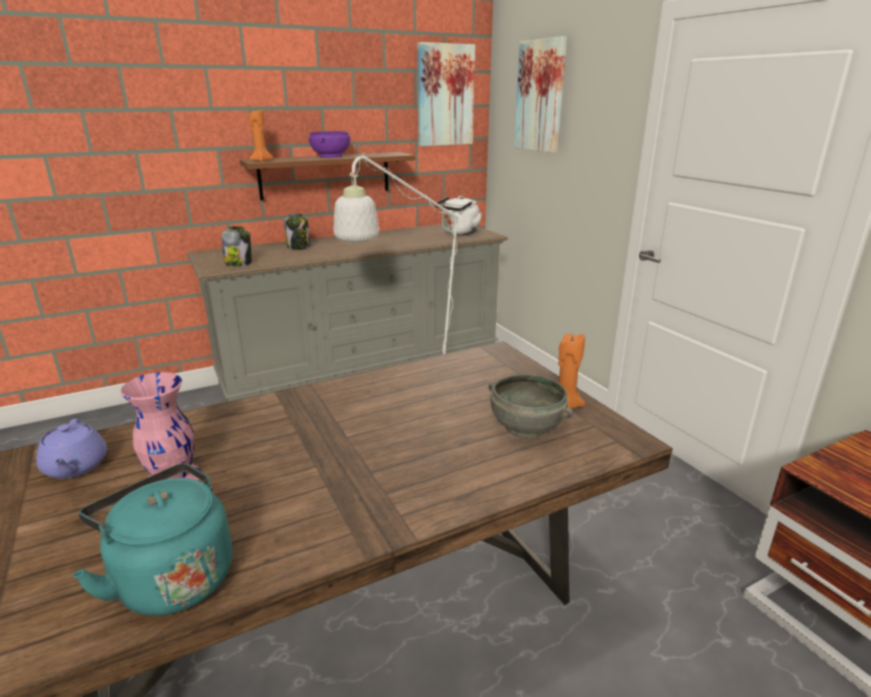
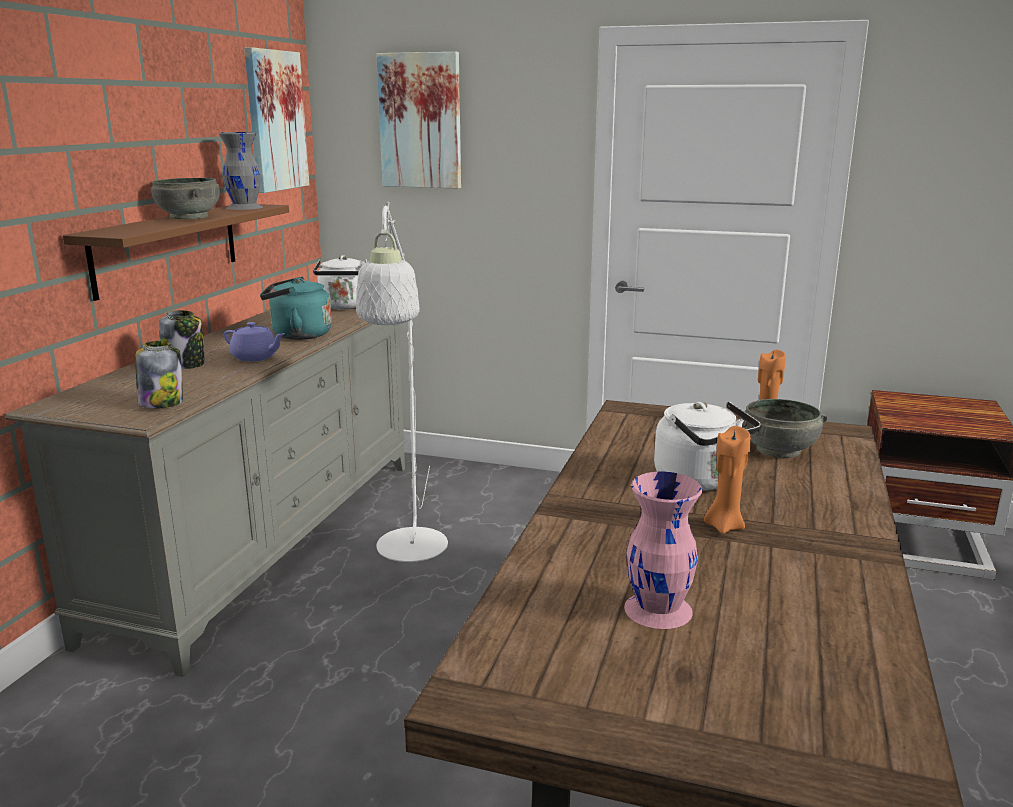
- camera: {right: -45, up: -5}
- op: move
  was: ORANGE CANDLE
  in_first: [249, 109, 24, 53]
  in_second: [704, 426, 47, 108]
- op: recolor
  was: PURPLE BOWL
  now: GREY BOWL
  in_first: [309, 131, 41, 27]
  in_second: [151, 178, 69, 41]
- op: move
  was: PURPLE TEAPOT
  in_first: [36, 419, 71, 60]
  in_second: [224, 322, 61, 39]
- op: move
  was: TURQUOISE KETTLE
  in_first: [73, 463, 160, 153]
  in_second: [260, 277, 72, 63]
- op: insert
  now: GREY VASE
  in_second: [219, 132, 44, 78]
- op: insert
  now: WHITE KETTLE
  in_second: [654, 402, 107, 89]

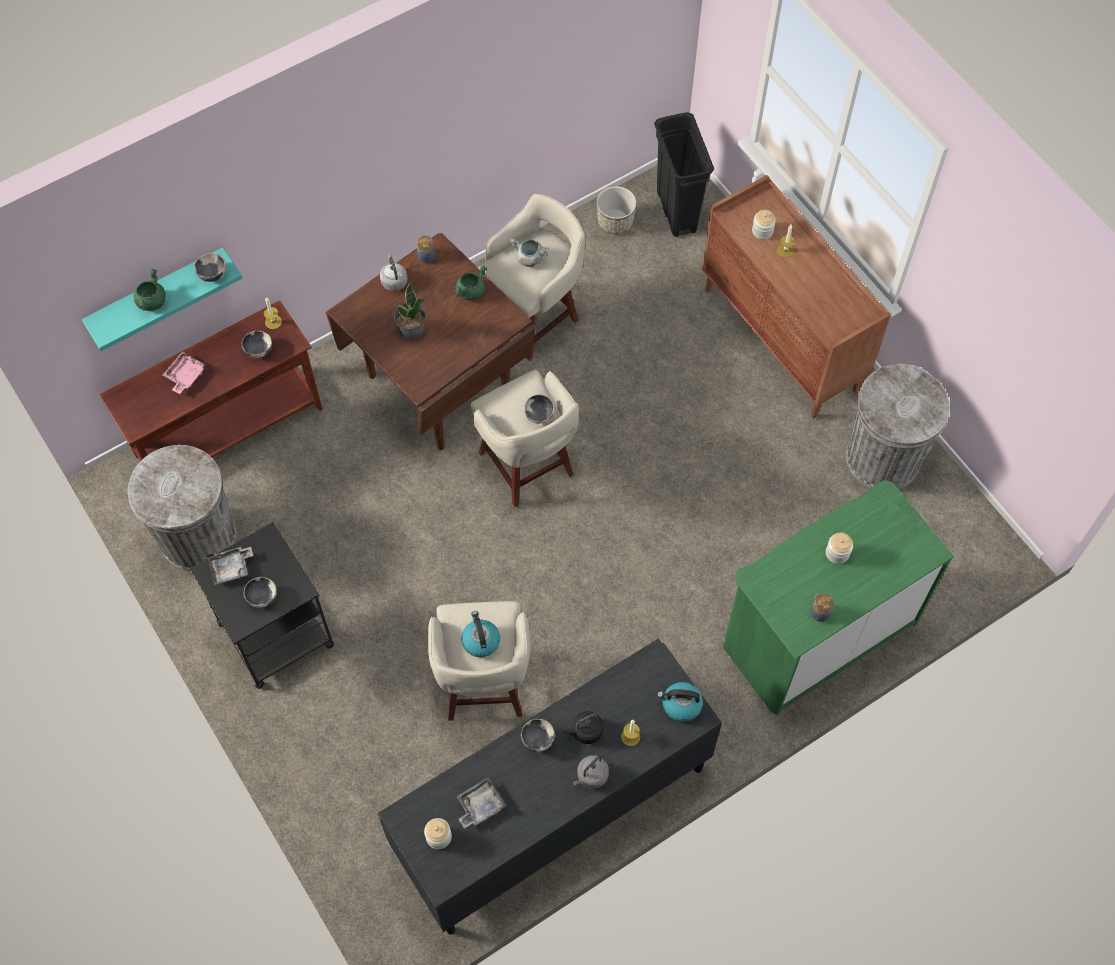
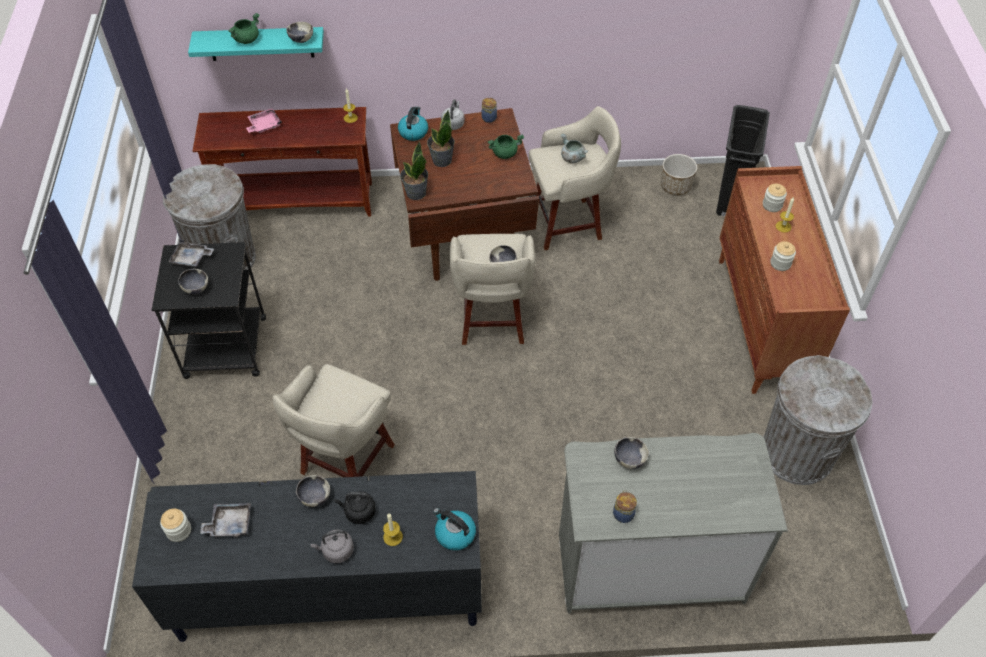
- camera: {right: 30, up: -10}
- op: move
  was: BOWL
  in_first: [242, 331, 30, 27]
  in_second: [614, 437, 35, 32]
- op: recolor
  was: GREEN DRESSER
  now: GREY DRESSER
  in_first: [723, 481, 232, 234]
  in_second: [559, 433, 229, 180]
- op: move
  was: JAR
  in_first: [826, 533, 27, 31]
  in_second: [771, 241, 25, 30]
- op: move
  was: KETTLE
  in_first: [461, 611, 39, 46]
  in_second: [398, 106, 30, 35]
- op: insert
  now: POTTED PLANT
  in_second: [400, 141, 28, 59]

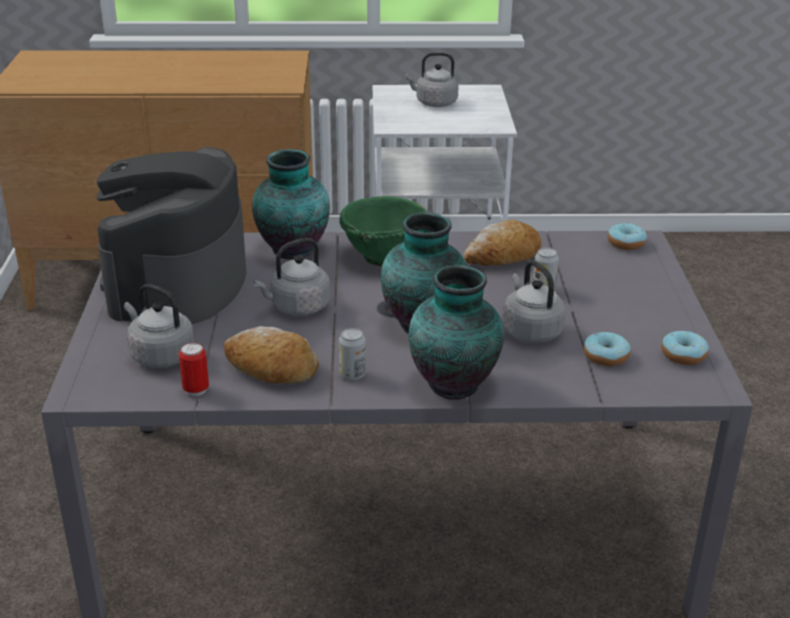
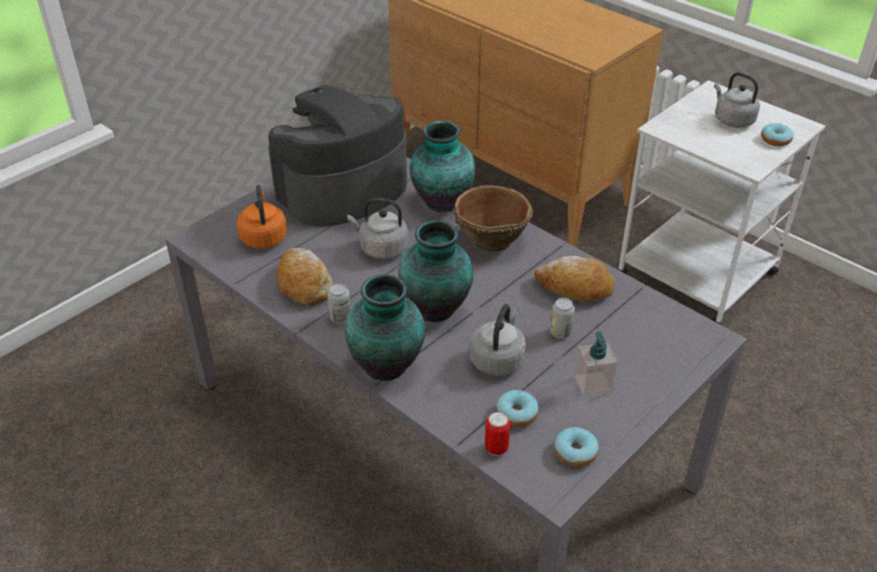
- camera: {right: 45, up: 10}
- op: recolor
  was: GREEN BOWL
  now: BROWN BOWL
  in_first: [339, 196, 88, 70]
  in_second: [453, 185, 80, 67]
- op: move
  was: DONUT
  in_first: [607, 223, 40, 27]
  in_second: [761, 123, 32, 23]
- op: recolor
  was: GREY KETTLE
  now: ORANGE KETTLE
  in_first: [124, 284, 70, 84]
  in_second: [237, 185, 50, 64]
- op: move
  was: CAN
  in_first: [179, 343, 30, 53]
  in_second: [485, 412, 25, 44]
- op: insert
  now: SOAP DISPENSER
  in_second: [574, 332, 43, 65]

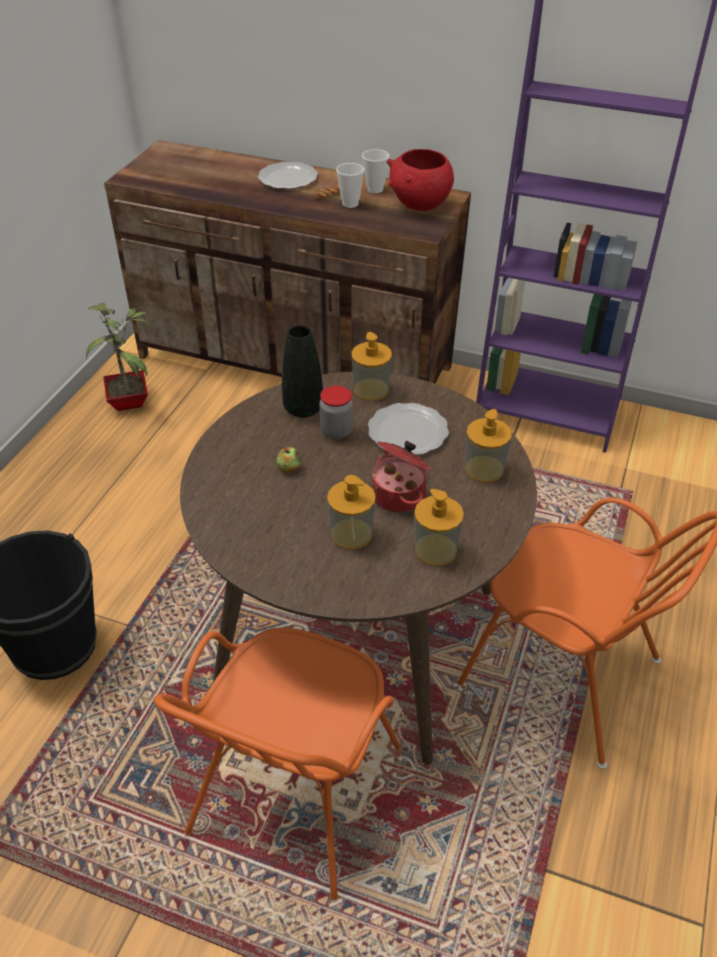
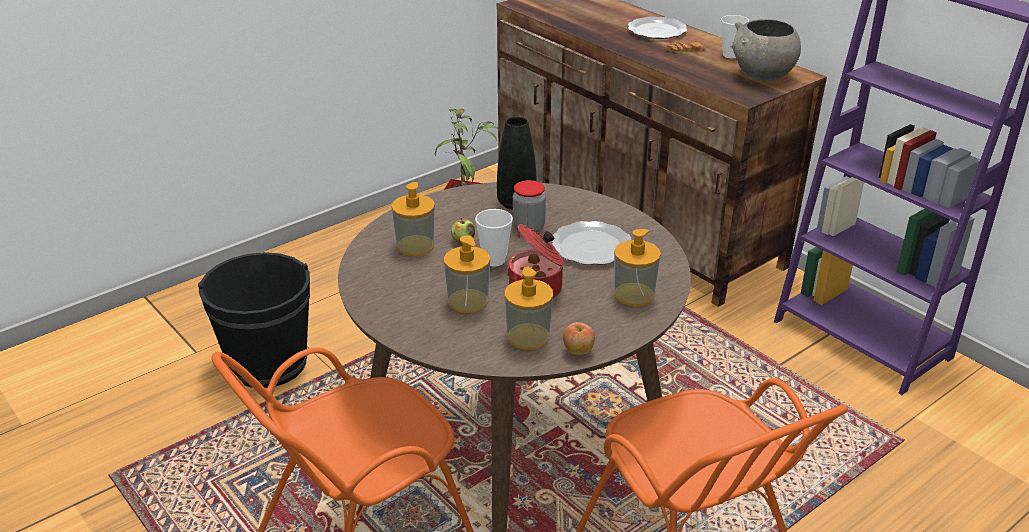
- camera: {right: 30, up: -10}
- op: recolor
  was: RED BOWL
  now: GREY BOWL
  in_first: [386, 149, 68, 62]
  in_second: [730, 19, 71, 62]
- op: move
  was: CUP
  in_first: [336, 163, 28, 45]
  in_second: [475, 209, 38, 57]
- op: move
  was: SOAP DISPENSER
  in_first: [351, 332, 41, 69]
  in_second: [392, 182, 43, 74]
- op: insert
  now: APPLE
  in_second: [563, 322, 32, 33]

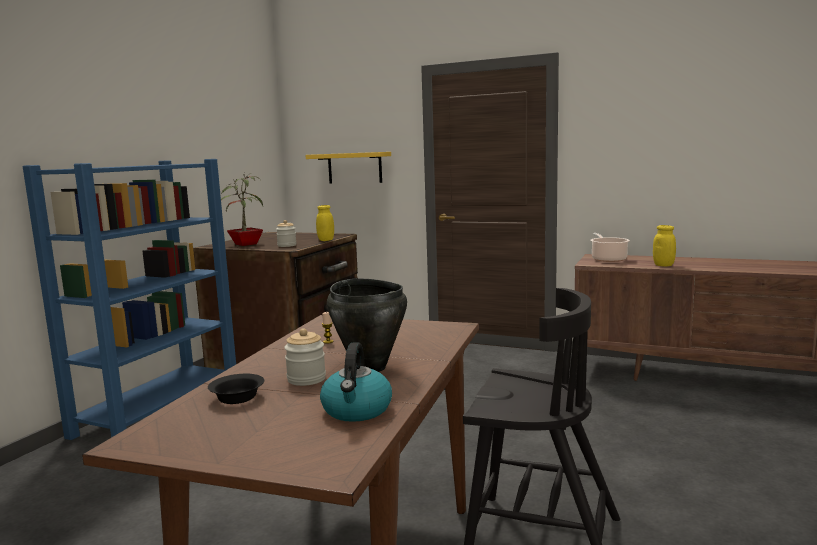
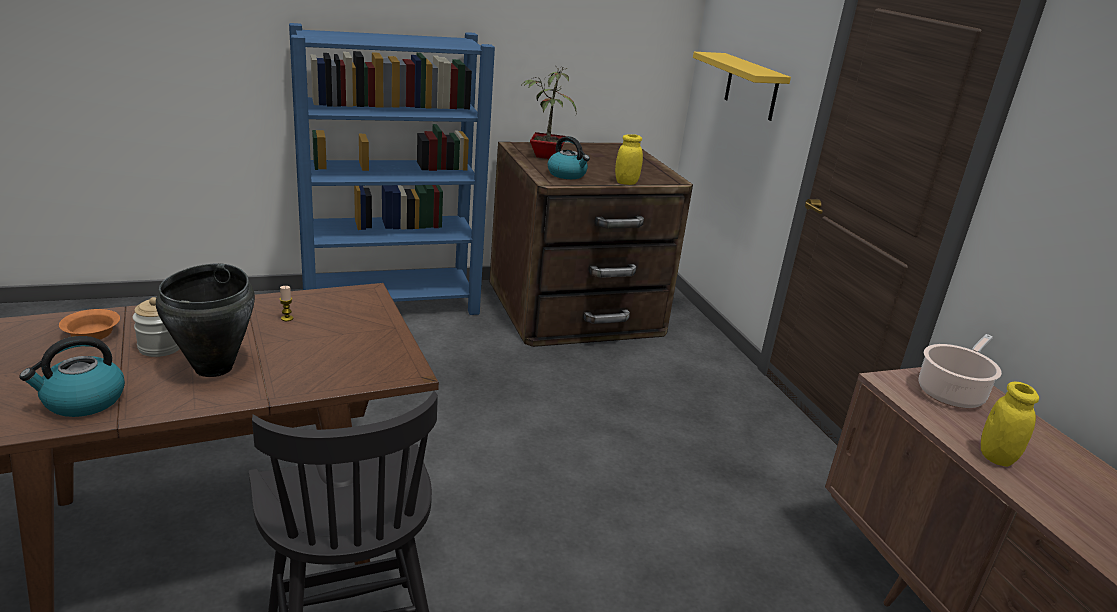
- camera: {right: 45, up: 15}
- op: replace
  was: JAR
  now: KETTLE
  in_first: [276, 220, 20, 27]
  in_second: [548, 136, 42, 43]
- op: recolor
  was: BLACK BOWL
  now: ORANGE BOWL
  in_first: [208, 374, 56, 30]
  in_second: [59, 309, 61, 31]

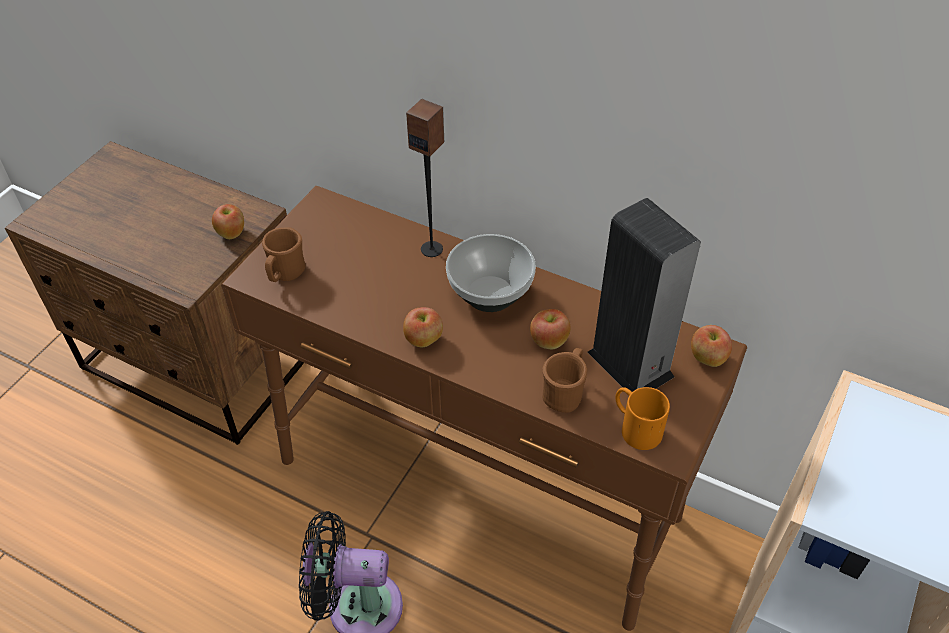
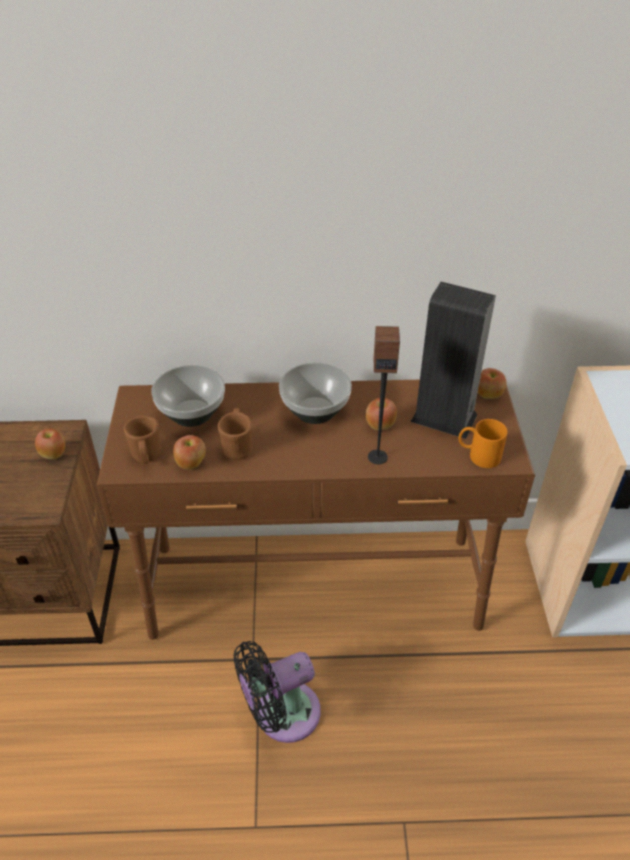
- camera: {right: -30, up: -5}
- op: move
  was: SPEAKER
  in_first: [406, 99, 38, 158]
  in_second: [368, 326, 32, 138]
- op: move
  was: APPLE
  in_first: [403, 307, 40, 40]
  in_second: [173, 435, 33, 35]
- op: move
  was: BROWN MUG
  in_first: [543, 348, 44, 65]
  in_second: [218, 408, 34, 52]
- op: insert
  now: BOWL
  in_second: [151, 365, 74, 62]

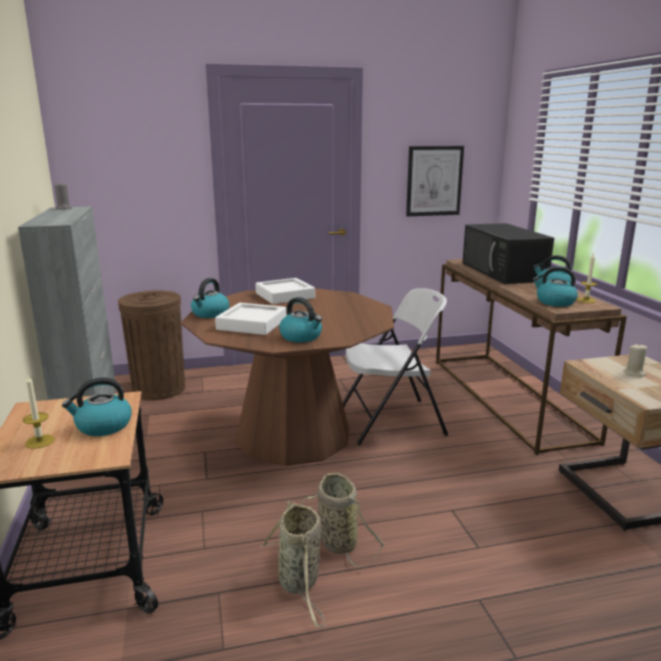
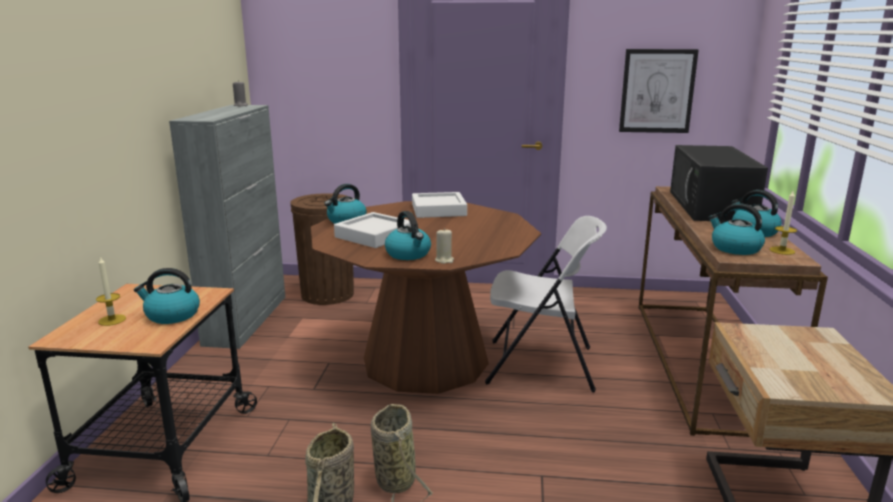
- camera: {right: 20, up: 0}
- op: move
  was: BEIGE CANDLE
  in_first: [623, 344, 24, 33]
  in_second: [435, 228, 19, 36]

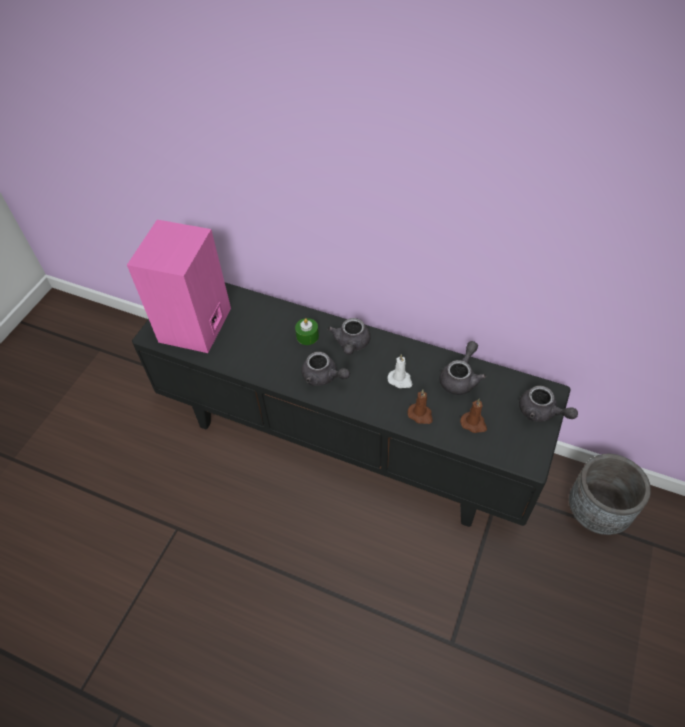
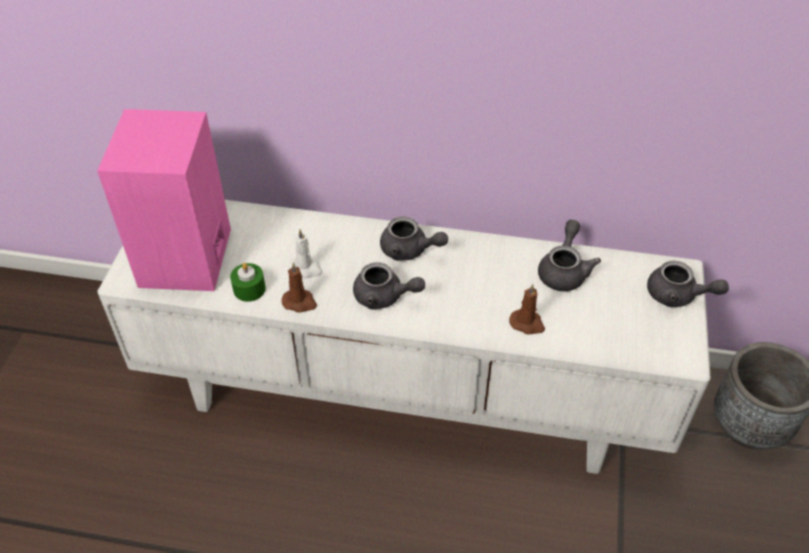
- camera: {right: -15, up: -5}
- op: recolor
  was: BLACK TV STAND
  now: WHITE TV STAND
  in_first: [132, 282, 439, 245]
  in_second: [97, 200, 614, 274]
- op: move
  was: GREEN CANDLE
  in_first: [295, 318, 24, 27]
  in_second: [230, 263, 36, 39]
- op: rotate
  was: GREY TEAPOT
  in_first: [328, 318, 43, 37]
  in_second: [380, 217, 68, 44]
  clockwise: -60
- op: move
  was: WHITE CANDLE
  in_first: [388, 354, 24, 34]
  in_second: [289, 229, 33, 49]
- op: move
  was: BROWN CANDLE
  in_first: [460, 399, 27, 34]
  in_second: [282, 263, 35, 50]

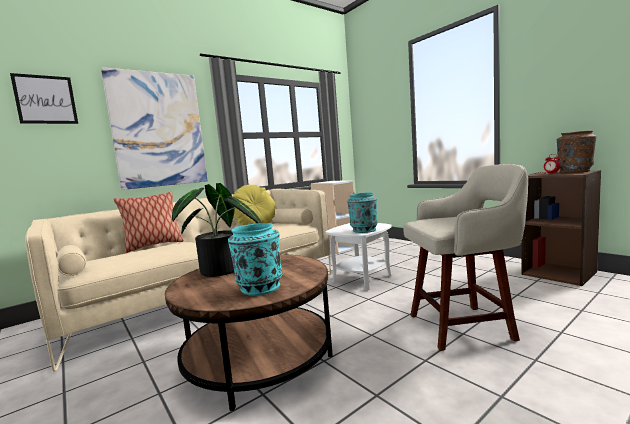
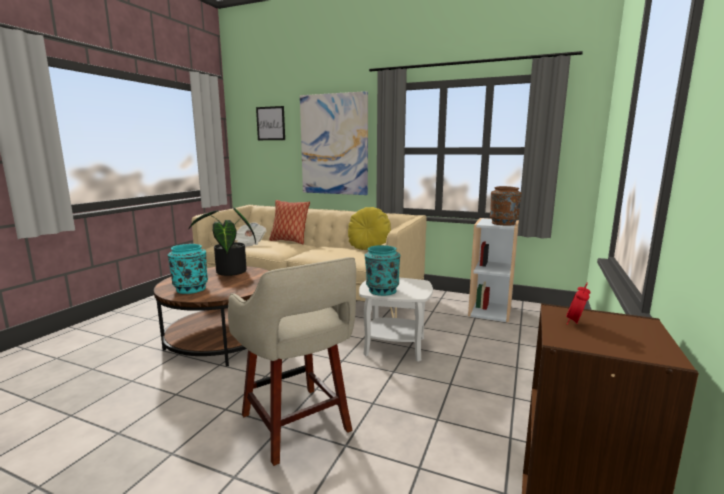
- camera: {right: 60, up: 5}
- op: move
  was: BROWN VASE
  in_first: [557, 131, 40, 42]
  in_second: [490, 186, 32, 40]
- op: insert
  now: NEWSPAPER
  in_second: [235, 222, 32, 25]

